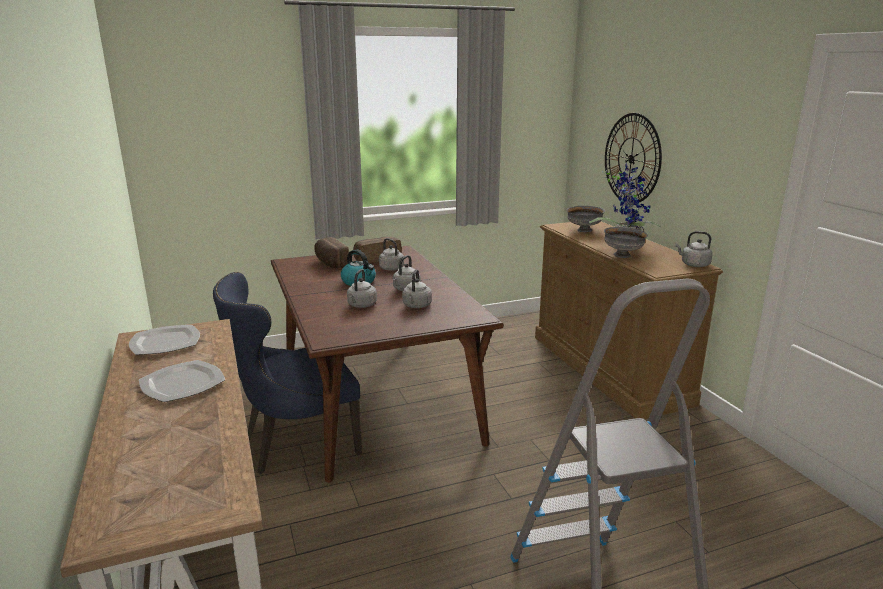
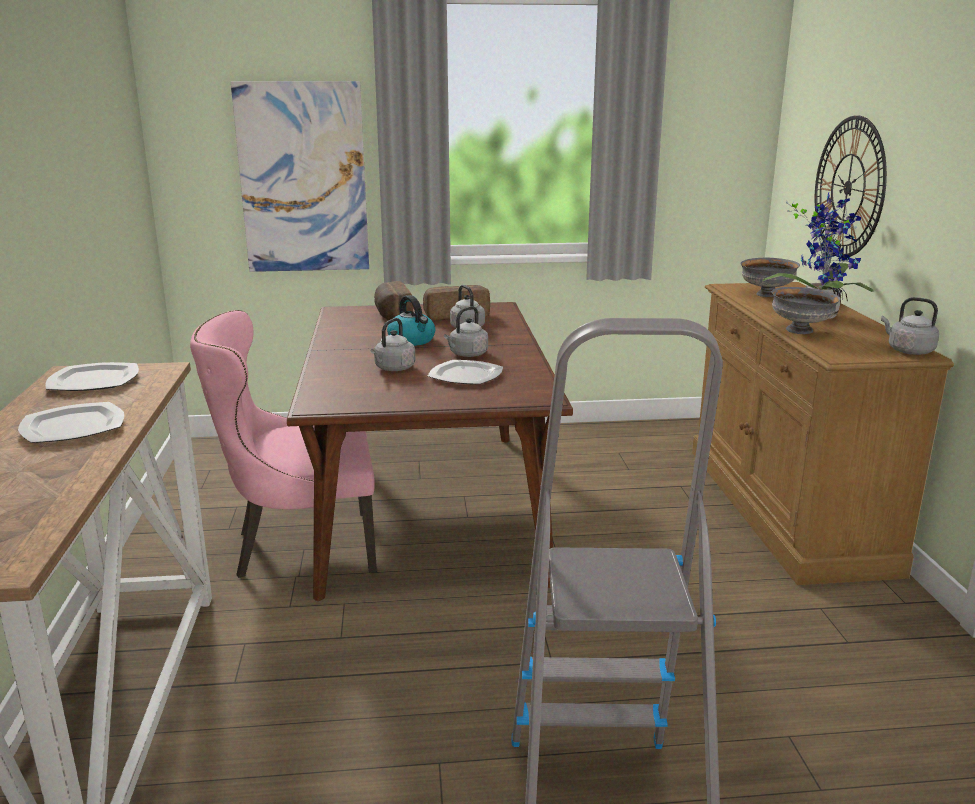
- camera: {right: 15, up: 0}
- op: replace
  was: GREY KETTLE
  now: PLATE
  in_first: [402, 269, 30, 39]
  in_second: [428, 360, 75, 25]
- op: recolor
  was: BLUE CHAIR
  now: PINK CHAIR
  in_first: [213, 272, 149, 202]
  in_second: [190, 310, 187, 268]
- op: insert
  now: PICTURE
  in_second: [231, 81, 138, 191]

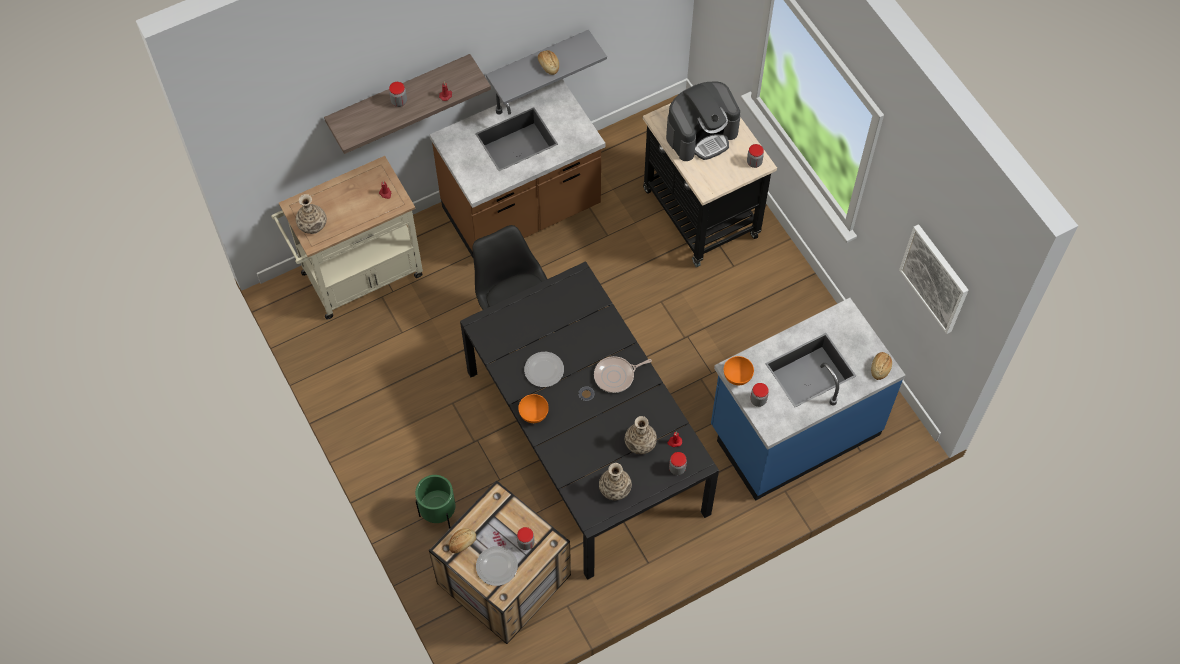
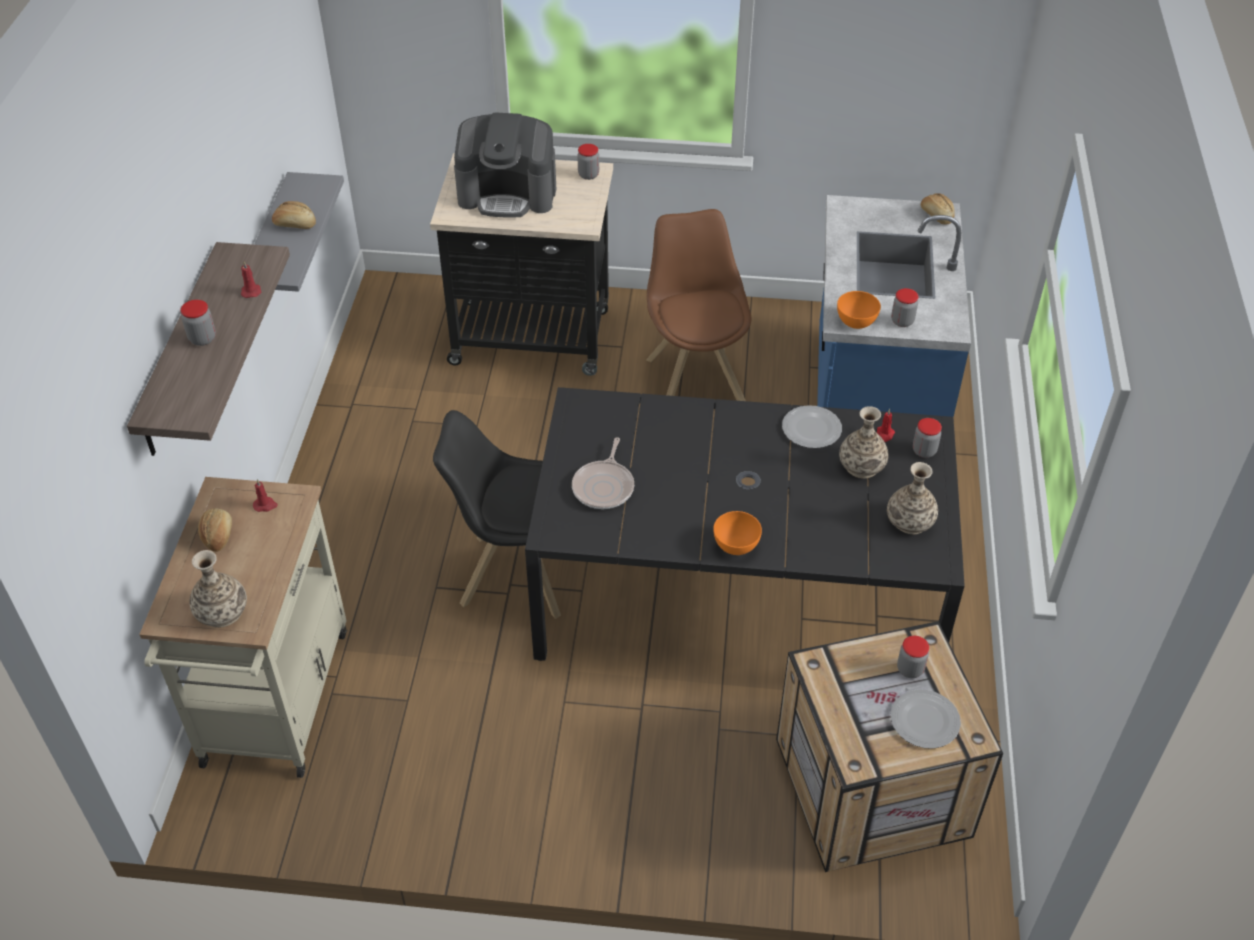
- camera: {right: -55, up: -15}
- op: delete
  was: BROWN COUNTER
  in_first: [430, 79, 175, 179]
- op: rotate
  was: COFFEE MACHINE
  in_first: [666, 81, 74, 80]
  in_second: [454, 112, 102, 106]
  clockwise: 90
- op: delete
  was: PICTURE
  in_first: [899, 224, 70, 110]
- op: move
  was: PLATE
  in_first: [524, 352, 40, 35]
  in_second: [782, 405, 60, 43]
- op: move
  was: FRYING PAN
  in_first: [594, 356, 58, 37]
  in_second: [572, 437, 62, 72]
- op: delete
  was: GREEN PLANTER
  in_first: [415, 475, 40, 54]
- op: move
  was: BREAD
  in_first: [449, 528, 27, 25]
  in_second: [198, 508, 34, 44]
- op: insert
  now: BROWN CHAIR
  in_second: [646, 209, 105, 192]

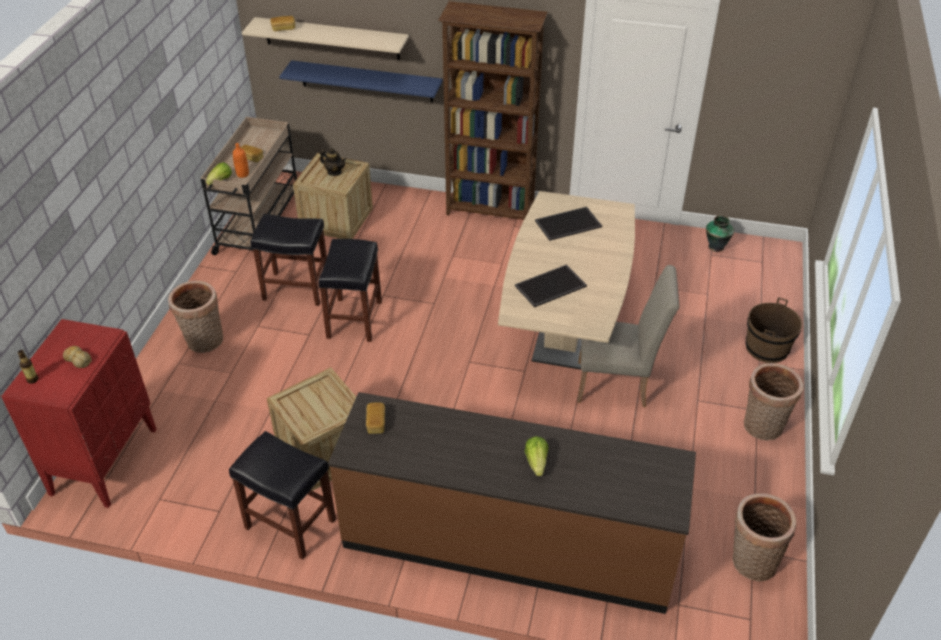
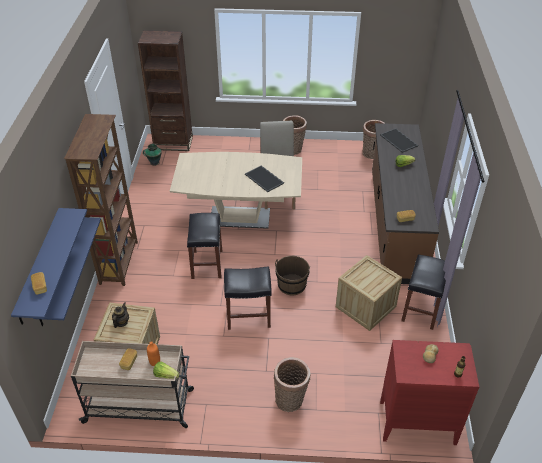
- camera: {right: -100, up: 0}
- op: recolor
  was: BEIGE SHELF
  now: BLUE SHELF
  in_first: [242, 17, 167, 43]
  in_second: [11, 208, 76, 117]
- op: move
  was: TRAY
  in_first: [535, 207, 67, 34]
  in_second: [380, 128, 38, 25]
- op: move
  was: BLACK STOOL
  in_first: [251, 214, 76, 92]
  in_second: [187, 213, 35, 66]
- op: move
  was: BROWN BUCKET
  in_first: [746, 297, 56, 66]
  in_second: [275, 256, 35, 39]
- op: insert
  now: BROWN BOOKCASE
  in_second: [138, 30, 55, 121]

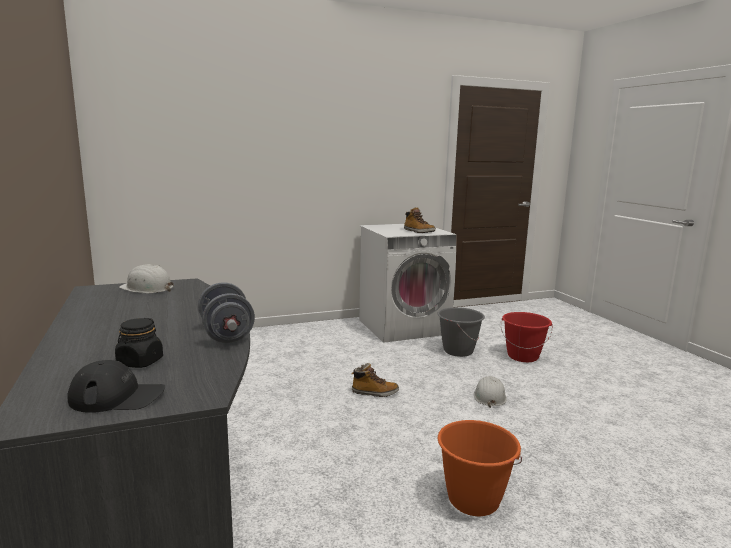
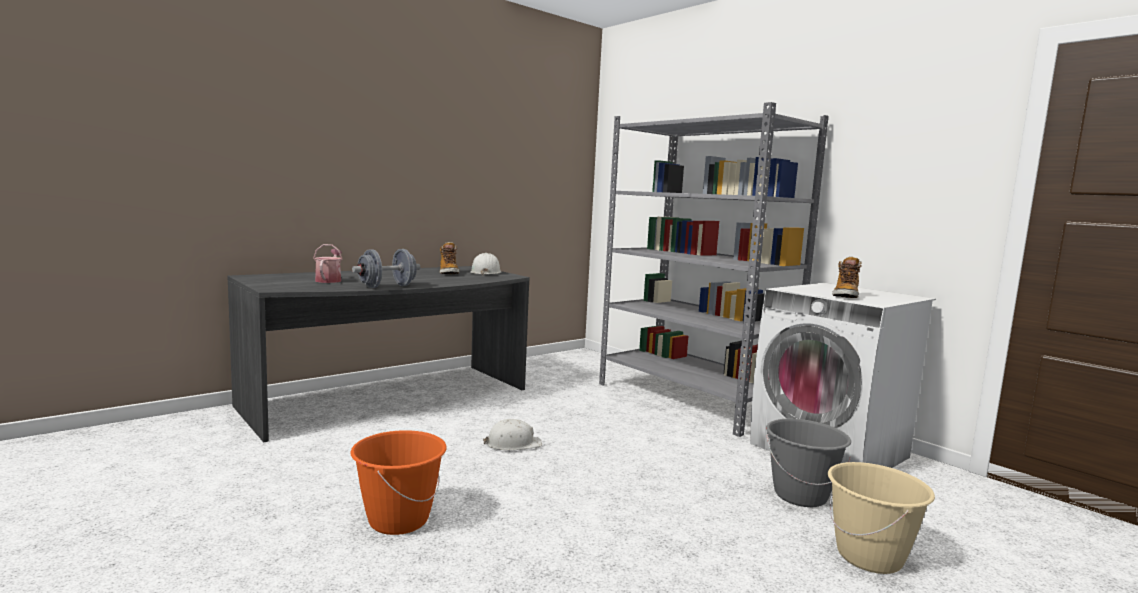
- camera: {right: 70, up: -5}
- op: recolor
  was: RED BUCKET
  now: BEIGE BUCKET
  in_first: [501, 312, 52, 50]
  in_second: [828, 462, 107, 112]
- op: replace
  was: BLACK JAR
  now: WATERING CAN
  in_first: [115, 318, 48, 50]
  in_second: [313, 244, 29, 39]
- op: delete
  was: BLACK CAP
  in_first: [67, 360, 98, 53]
- op: move
  was: BOOT
  in_first: [351, 363, 48, 34]
  in_second: [440, 242, 19, 32]
- op: move
  was: WHITE HARD HAT
  in_first: [474, 376, 33, 32]
  in_second: [483, 419, 59, 31]
- op: insert
  now: GREY BOOKCASE
  in_second: [599, 102, 230, 335]

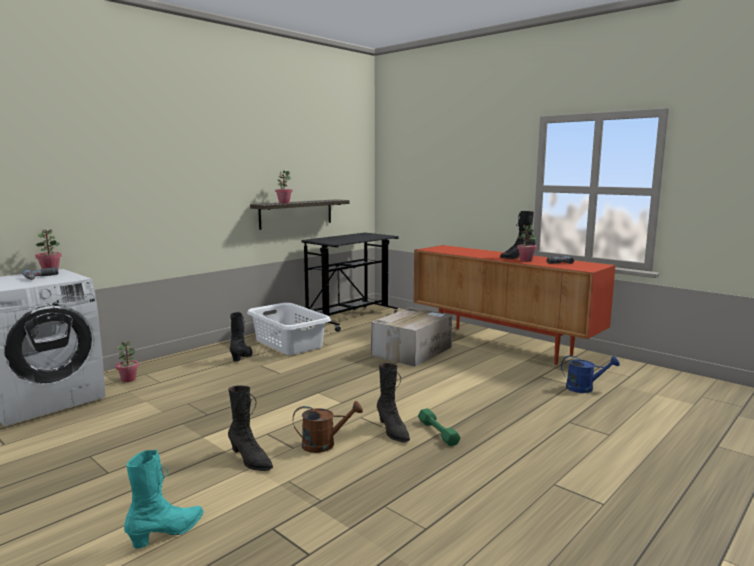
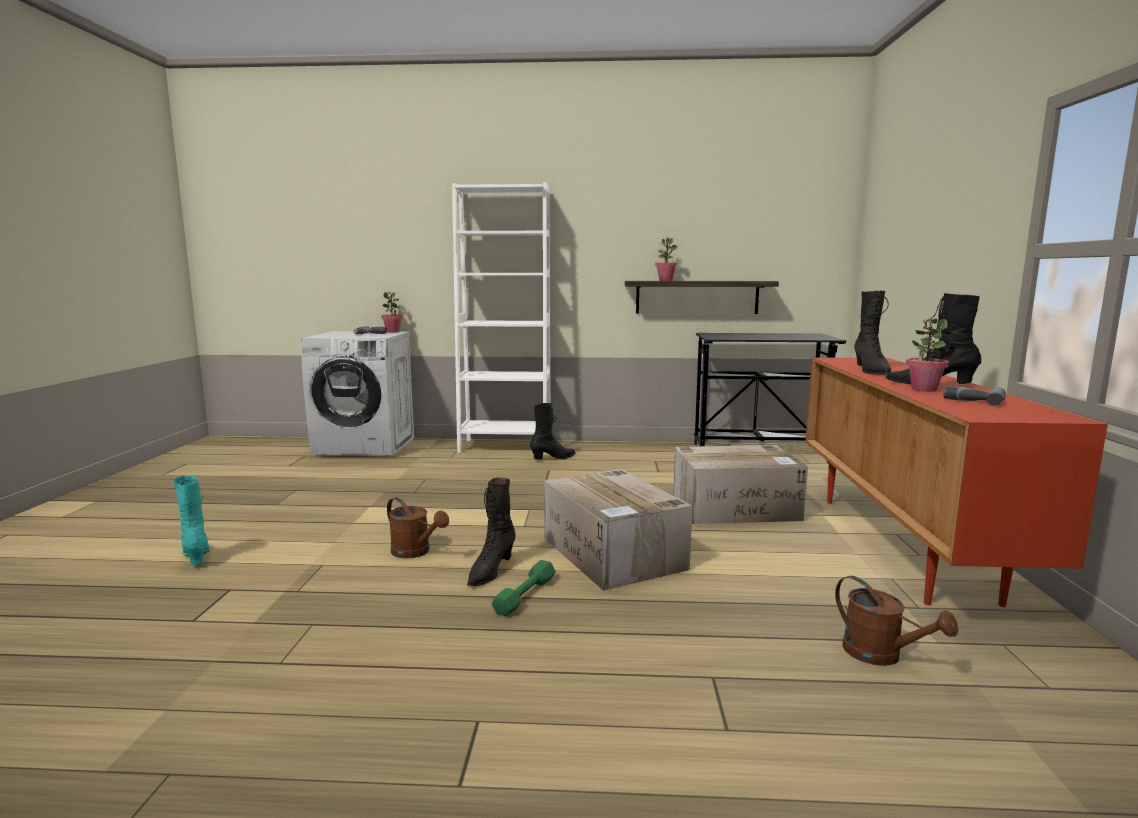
- camera: {right: 50, up: 0}
- op: delete
  was: WHITE LAUNDRY BASKET
  in_first: [247, 303, 84, 52]
- op: delete
  was: POTTED PLANT
  in_first: [116, 341, 23, 41]
- op: recolor
  was: BLUE WATERING CAN
  now: BROWN WATERING CAN
  in_first: [561, 356, 59, 37]
  in_second: [835, 576, 123, 90]
- op: move
  was: BLACK BOOT
  in_first: [228, 386, 45, 85]
  in_second: [854, 291, 37, 84]
- op: rotate
  was: TURQUOISE BOOT
  in_first: [124, 450, 80, 99]
  in_second: [173, 475, 37, 90]
  clockwise: -120
- op: insert
  now: WHITE BOOKCASE
  in_second: [452, 183, 99, 271]
- op: insert
  now: CARDBOARD BOX
  in_second: [544, 469, 148, 122]

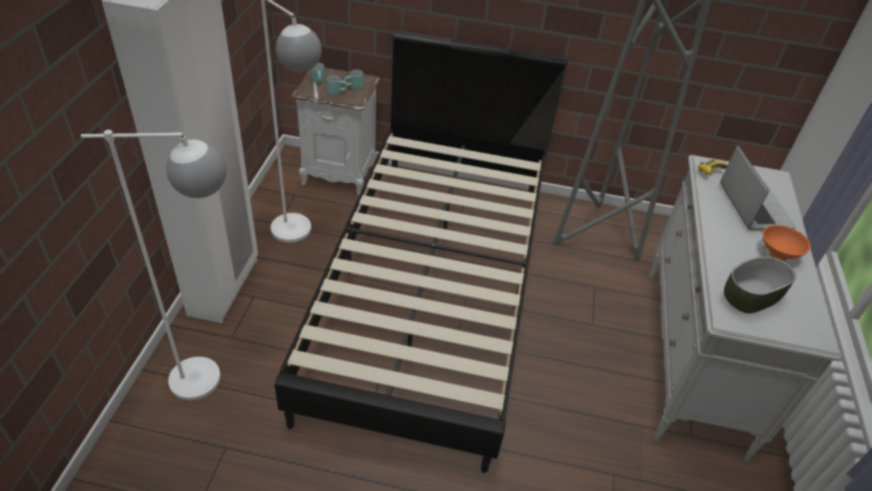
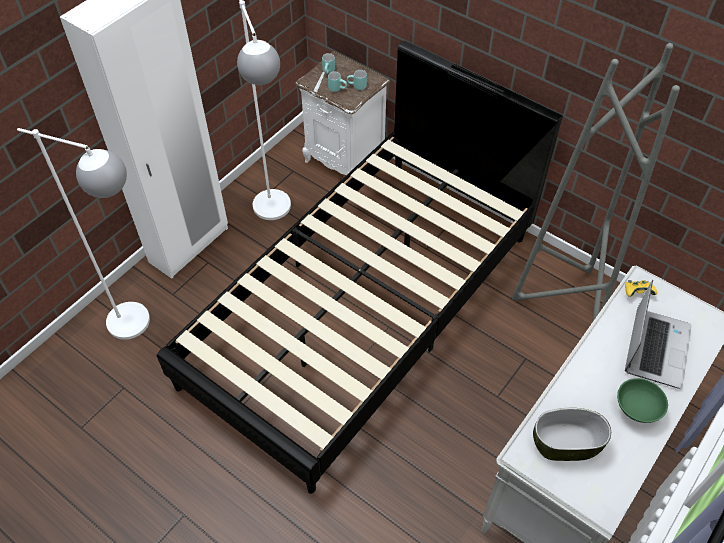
- camera: {right: 30, up: 10}
- op: recolor
  was: ORANGE BOWL
  now: GREEN BOWL
  in_first: [763, 225, 48, 36]
  in_second: [617, 378, 51, 45]

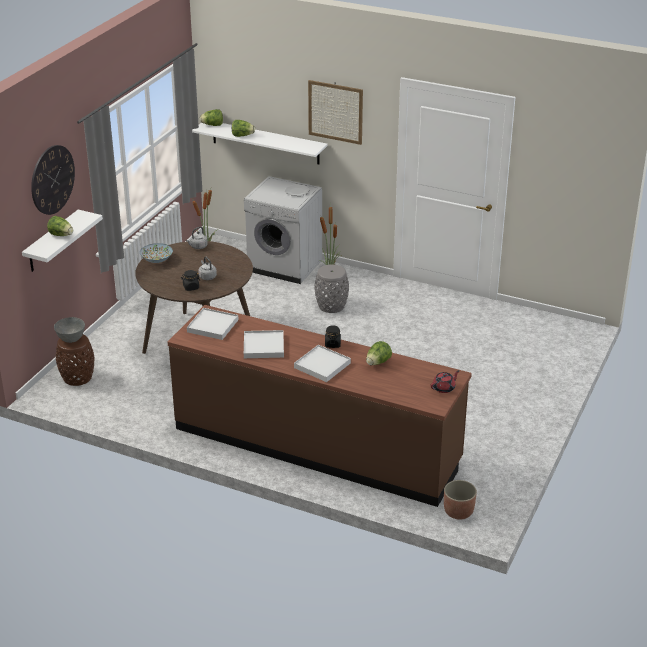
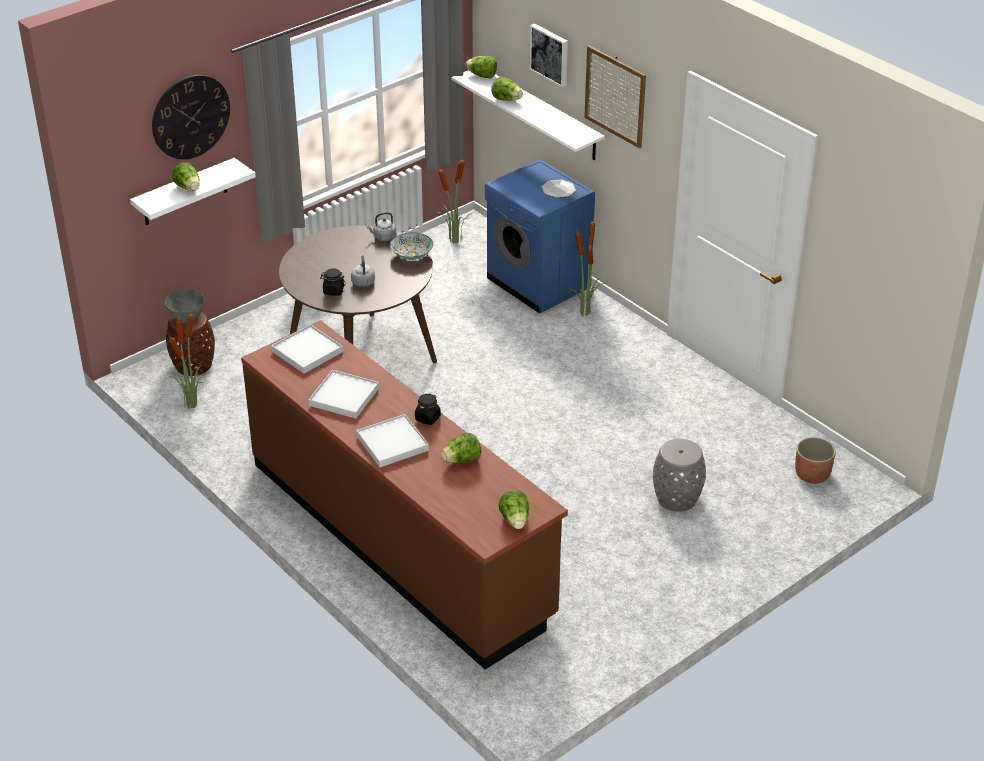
- camera: {right: 25, up: 5}
- op: recolor
  was: WHITE WASHING MACHINE
  now: BLUE WASHING MACHINE
  in_first: [244, 176, 78, 108]
  in_second: [485, 159, 110, 155]
- op: move
  was: BOWL
  in_first: [140, 243, 33, 20]
  in_second: [390, 232, 43, 28]
- op: move
  was: GREY STOOL
  in_first: [314, 264, 35, 49]
  in_second: [653, 439, 53, 73]
- op: replace
  was: RED TEAPOT
  now: LETTUCE
  in_first: [431, 370, 28, 23]
  in_second: [499, 490, 30, 39]
- op: move
  was: PLANTER
  in_first: [444, 480, 33, 40]
  in_second: [795, 437, 41, 47]
- op: insert
  now: PICTURE
  in_second: [530, 24, 38, 63]
- op: insert
  now: POTTED PLANT
  in_second: [169, 310, 39, 99]

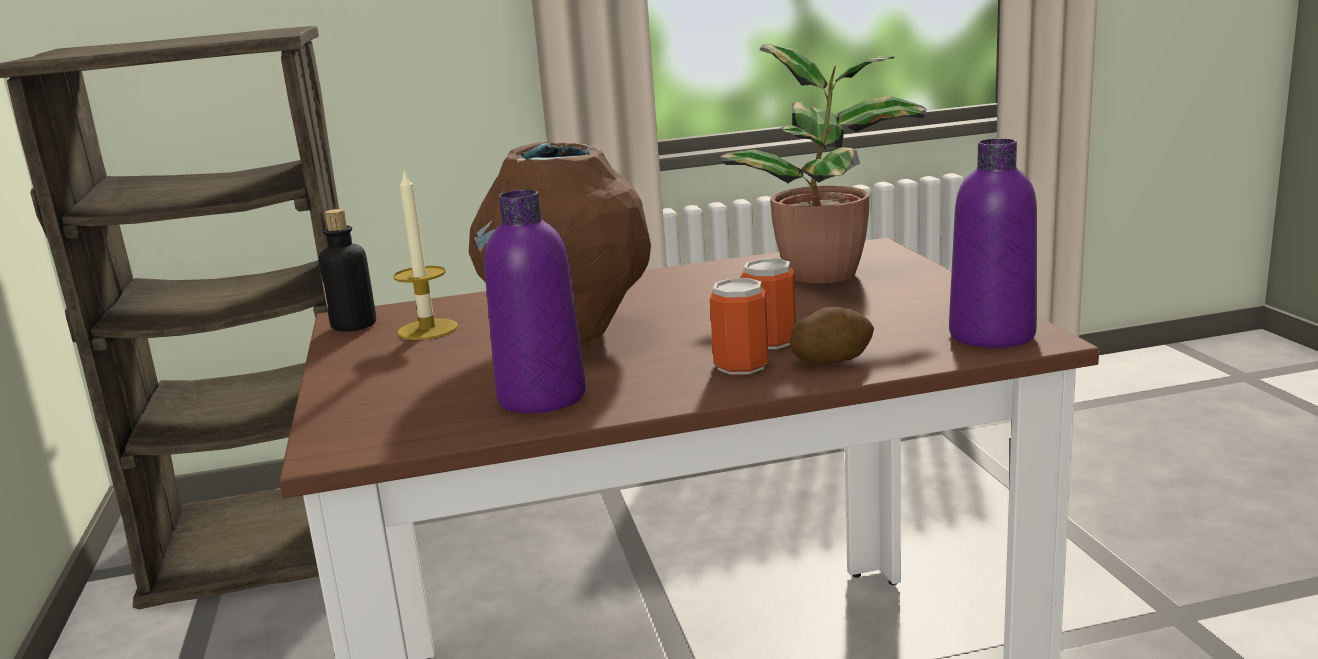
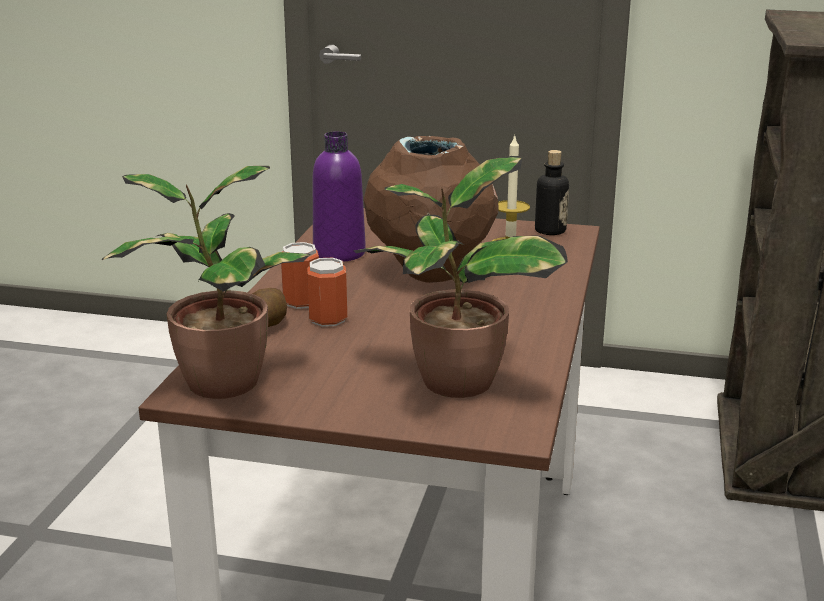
- camera: {right: 115, up: 5}
- op: replace
  was: PURPLE BOTTLE
  now: POTTED PLANT
  in_first: [949, 139, 88, 209]
  in_second: [102, 166, 209, 233]

